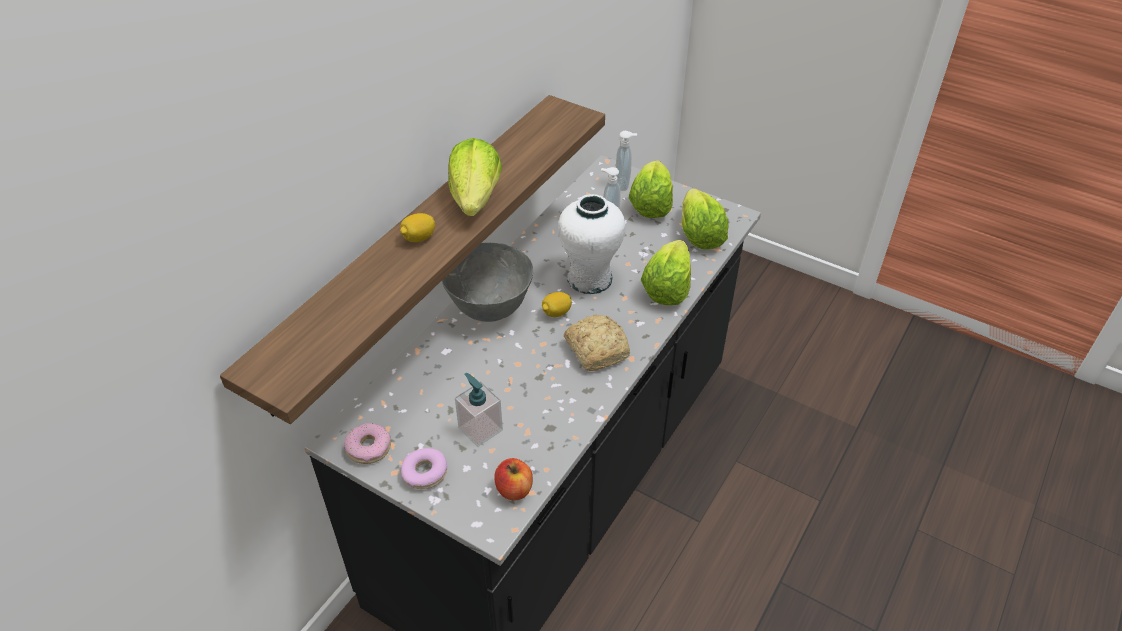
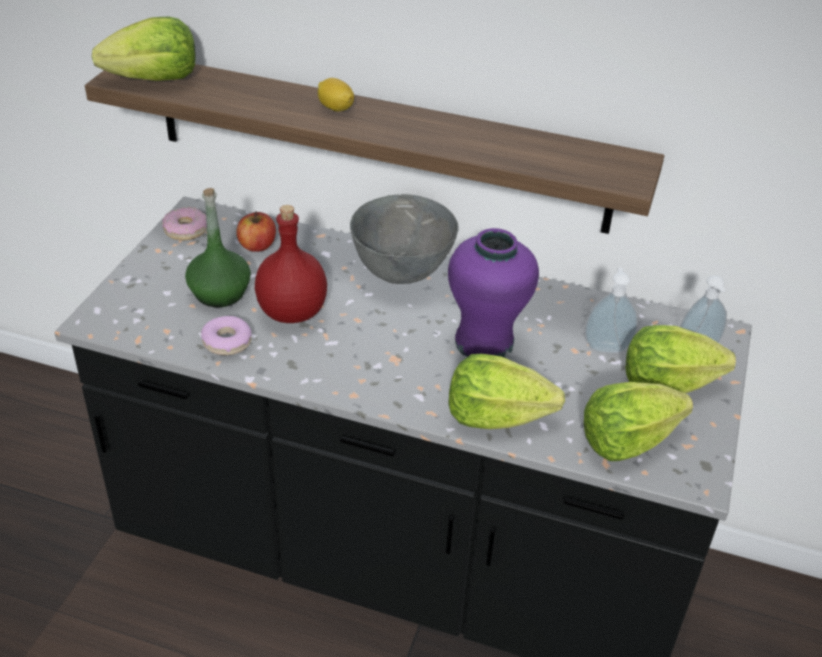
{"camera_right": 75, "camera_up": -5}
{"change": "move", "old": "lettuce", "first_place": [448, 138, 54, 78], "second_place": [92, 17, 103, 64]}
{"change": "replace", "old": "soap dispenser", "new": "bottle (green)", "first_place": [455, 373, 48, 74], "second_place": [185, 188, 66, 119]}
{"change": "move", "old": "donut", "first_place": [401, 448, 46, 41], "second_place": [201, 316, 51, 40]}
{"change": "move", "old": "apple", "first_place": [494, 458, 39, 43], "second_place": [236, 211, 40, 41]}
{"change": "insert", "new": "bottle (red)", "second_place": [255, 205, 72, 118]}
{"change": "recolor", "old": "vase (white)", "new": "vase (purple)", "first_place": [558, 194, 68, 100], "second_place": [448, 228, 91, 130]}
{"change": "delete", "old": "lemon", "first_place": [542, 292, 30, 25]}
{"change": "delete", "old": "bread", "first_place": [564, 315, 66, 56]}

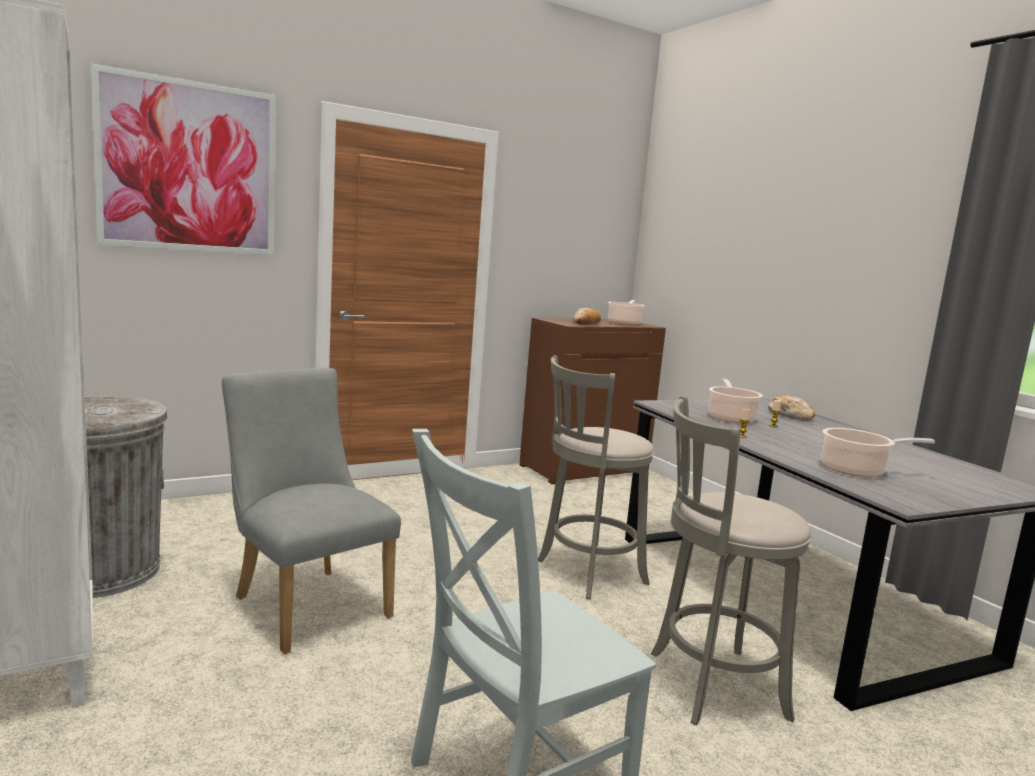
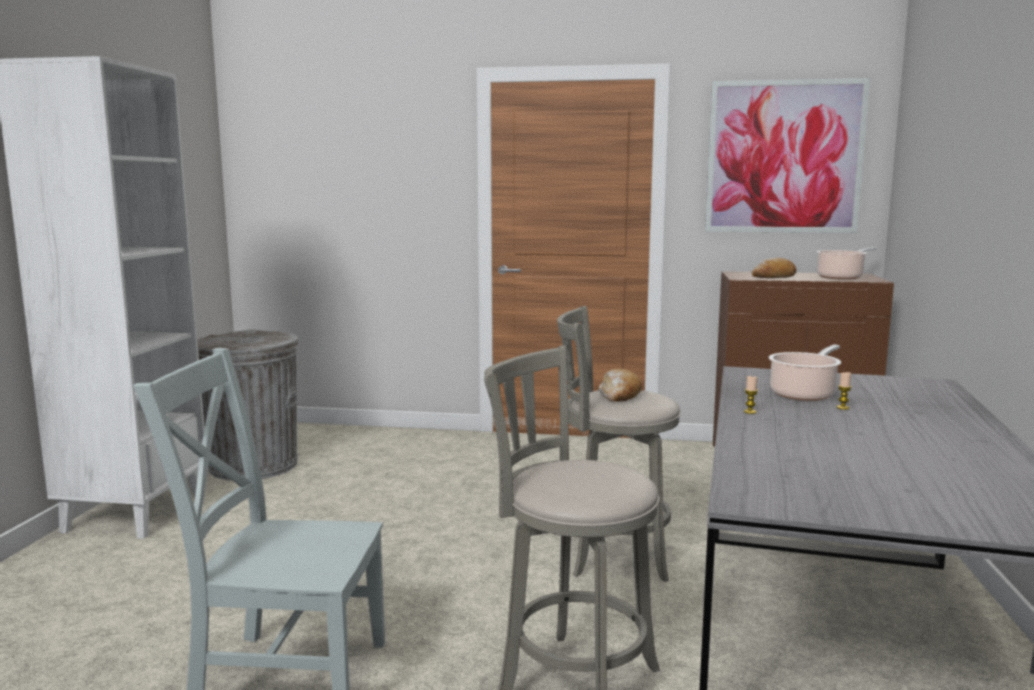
{"camera_right": 40, "camera_up": 0}
{"change": "move", "old": "bread", "first_place": [768, 395, 47, 26], "second_place": [598, 368, 44, 34]}
{"change": "move", "old": "picture", "first_place": [90, 63, 186, 192], "second_place": [705, 78, 165, 155]}
{"change": "delete", "old": "chair (grey)", "first_place": [222, 368, 179, 286]}
{"change": "delete", "old": "cooking pot", "first_place": [821, 428, 114, 49]}

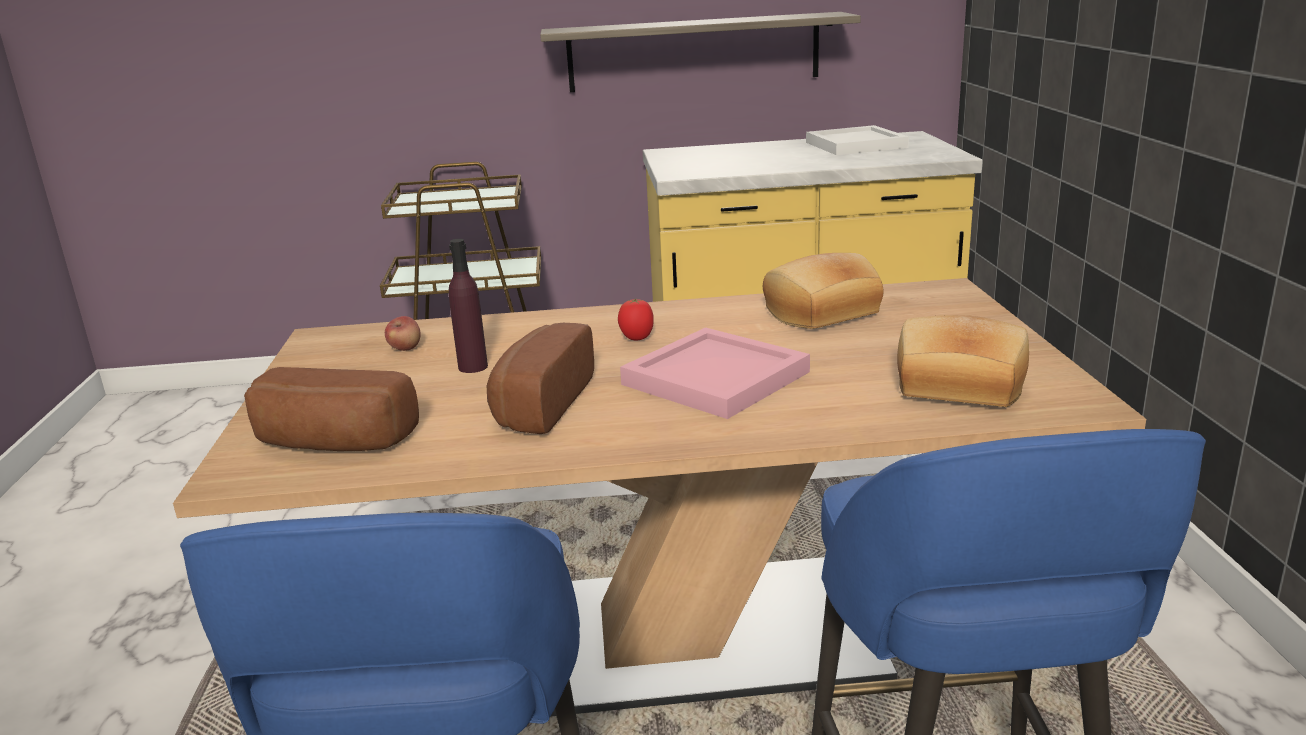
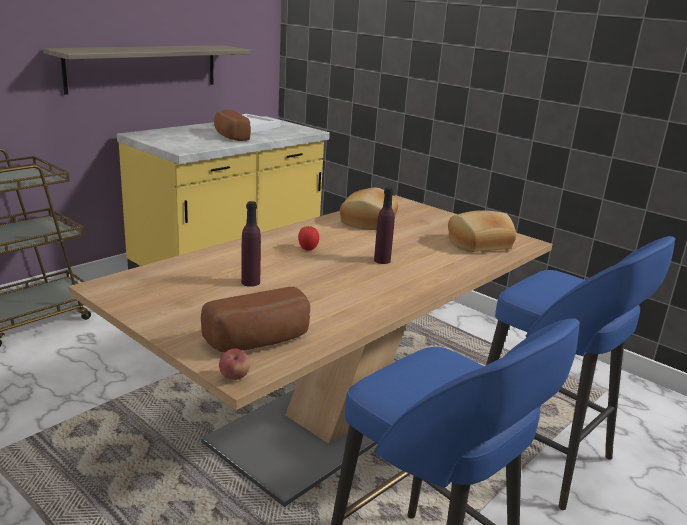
{"camera_right": -45, "camera_up": 0}
{"change": "move", "old": "bread", "first_place": [487, 323, 107, 111], "second_place": [214, 110, 37, 31]}
{"change": "move", "old": "apple", "first_place": [385, 316, 36, 35], "second_place": [219, 349, 31, 31]}
{"change": "replace", "old": "tray (pink)", "new": "bottle (purple)", "first_place": [620, 327, 190, 92], "second_place": [374, 187, 21, 77]}

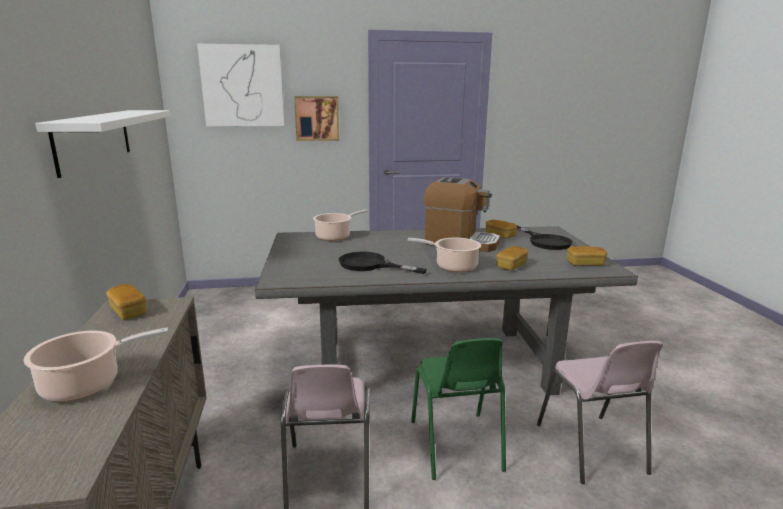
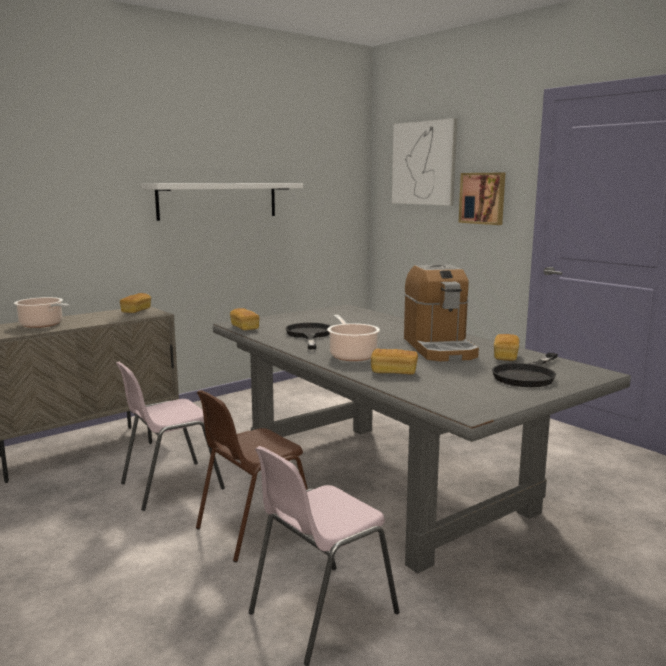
{"camera_right": 60, "camera_up": -5}
{"change": "recolor", "old": "chair (green)", "new": "chair (brown)", "first_place": [411, 338, 95, 142], "second_place": [196, 390, 112, 172]}
{"change": "move", "old": "bread", "first_place": [567, 246, 40, 20], "second_place": [230, 308, 29, 22]}
{"change": "delete", "old": "cooking pot", "first_place": [313, 210, 55, 31]}

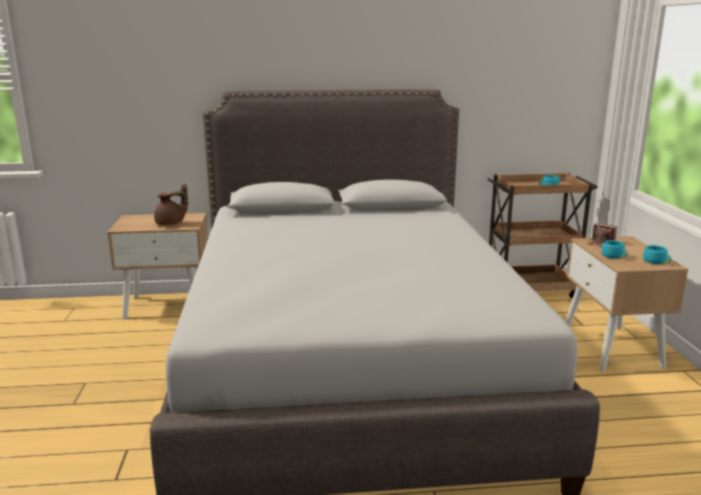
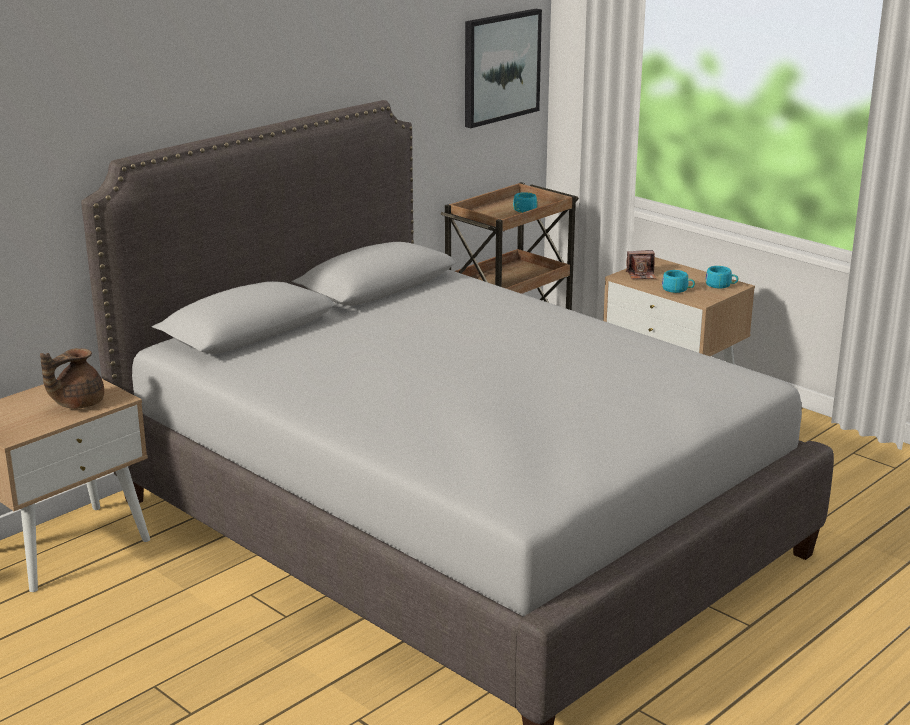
{"camera_right": -40, "camera_up": 5}
{"change": "rotate", "old": "teapot (brown)", "first_place": [154, 184, 34, 41], "second_place": [40, 348, 64, 61], "degrees": -150}
{"change": "insert", "new": "picture", "second_place": [465, 9, 77, 119]}

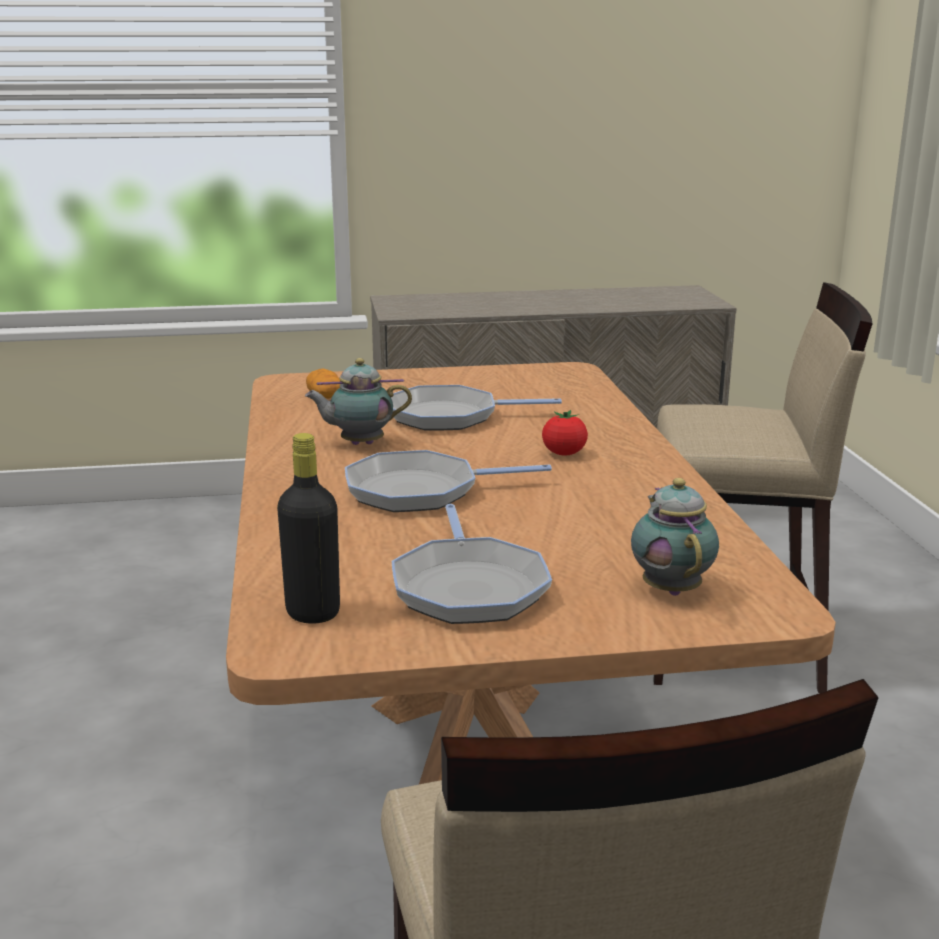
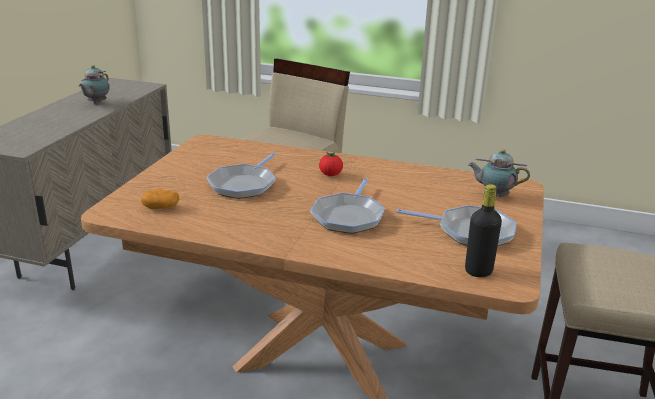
{"camera_right": -65, "camera_up": 5}
{"change": "move", "old": "teapot", "first_place": [305, 358, 107, 87], "second_place": [79, 65, 30, 39]}

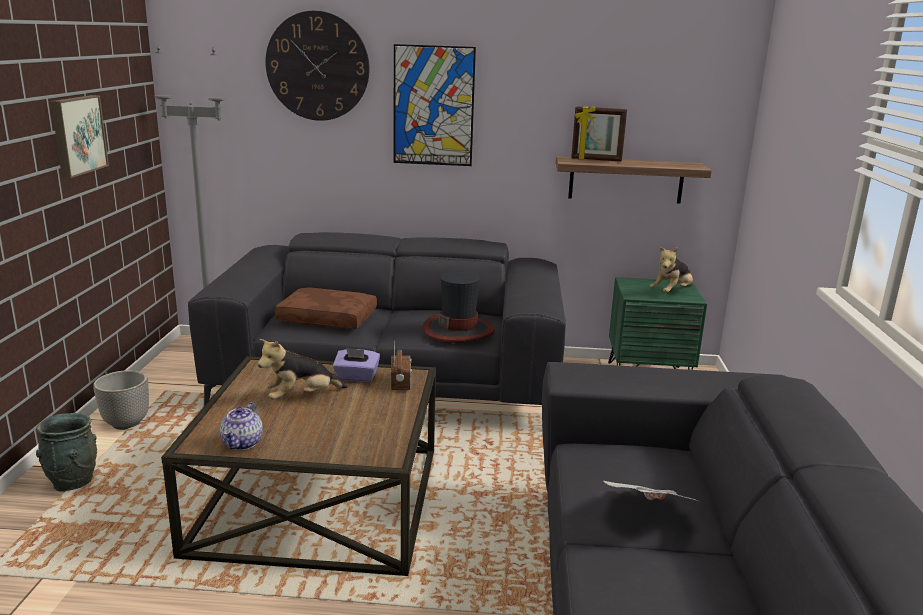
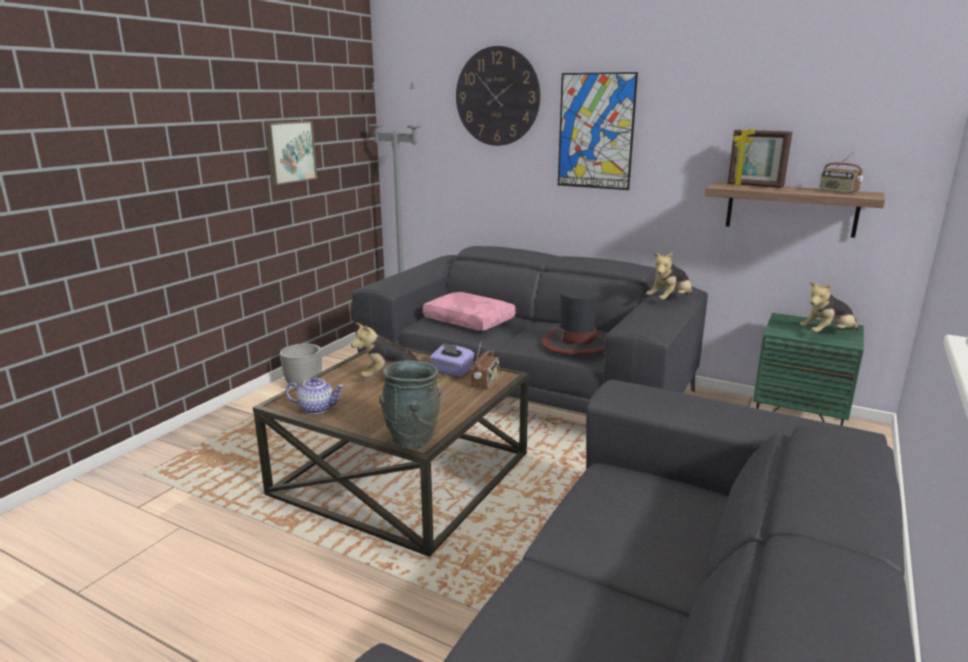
{"camera_right": 25, "camera_up": 0}
{"change": "rotate", "old": "teapot", "first_place": [220, 402, 43, 48], "second_place": [286, 377, 58, 37], "degrees": -120}
{"change": "move", "old": "vase (grey)", "first_place": [36, 413, 61, 79], "second_place": [379, 360, 62, 88]}
{"change": "recolor", "old": "pillow (brown)", "new": "pillow (pink)", "first_place": [275, 287, 102, 42], "second_place": [423, 292, 93, 39]}
{"change": "insert", "new": "plush toy", "second_place": [646, 252, 46, 48]}
{"change": "insert", "new": "radio", "second_place": [819, 152, 44, 42]}
{"change": "delete", "old": "newspaper", "first_place": [603, 481, 97, 21]}

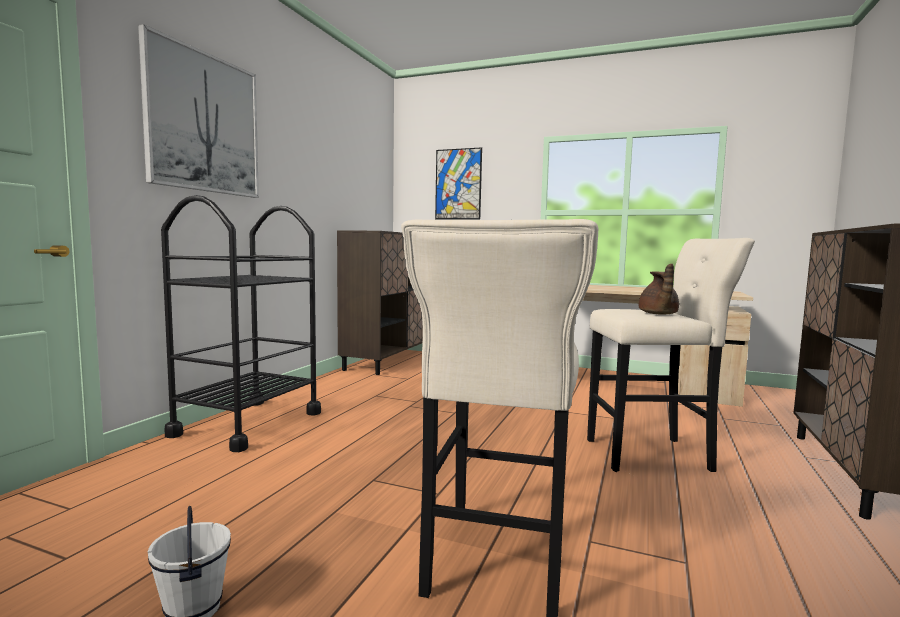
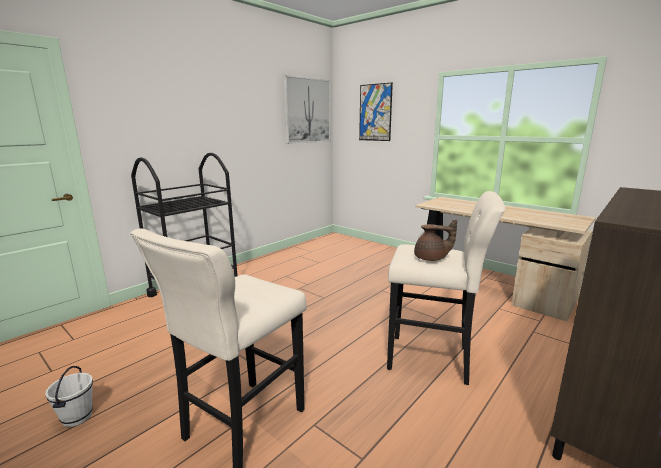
{"camera_right": 20, "camera_up": 10}
{"change": "move", "old": "picture", "first_place": [138, 24, 121, 174], "second_place": [283, 75, 47, 69]}
{"change": "rotate", "old": "teapot (brown)", "first_place": [639, 264, 40, 50], "second_place": [414, 219, 43, 42], "degrees": -105}
{"change": "delete", "old": "cabinet (brown)", "first_place": [337, 230, 86, 145]}

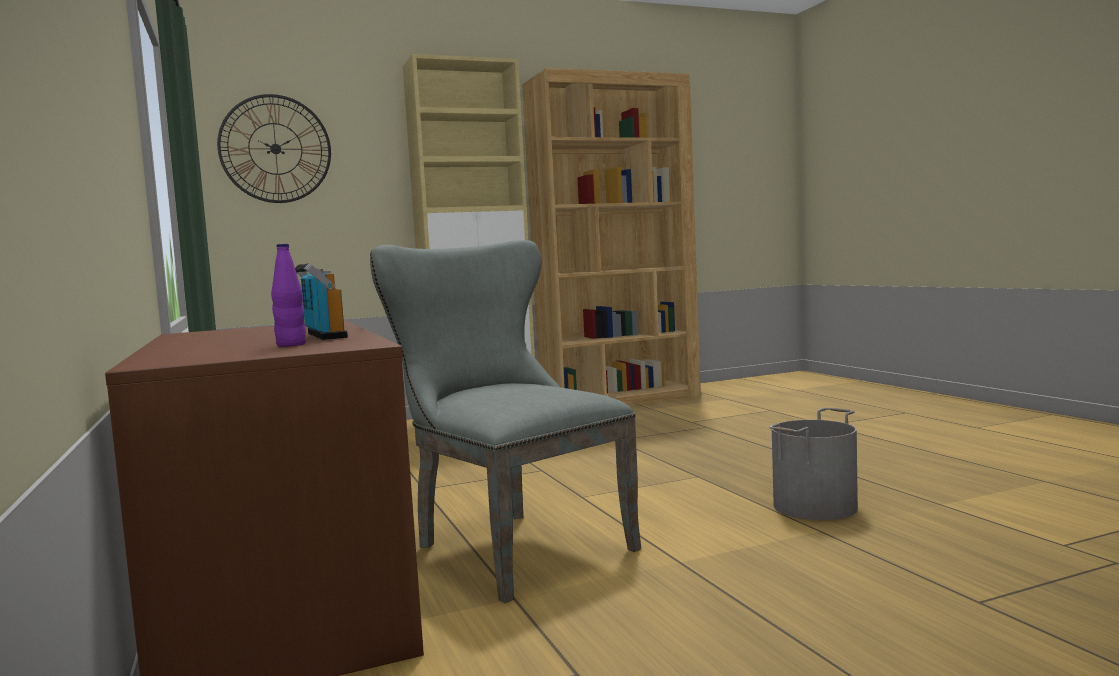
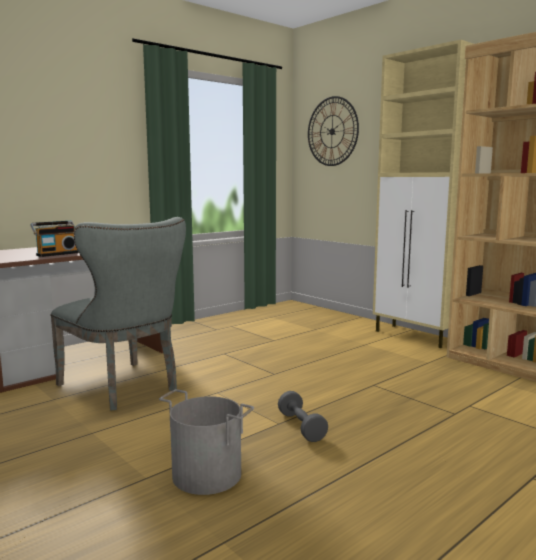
{"camera_right": 70, "camera_up": 5}
{"change": "rotate", "old": "chair (grey)", "first_place": [370, 240, 271, 363], "second_place": [51, 217, 135, 194], "degrees": 105}
{"change": "insert", "new": "dumbbell (grey)", "second_place": [278, 391, 50, 51]}
{"change": "delete", "old": "bottle (purple)", "first_place": [271, 244, 35, 103]}

